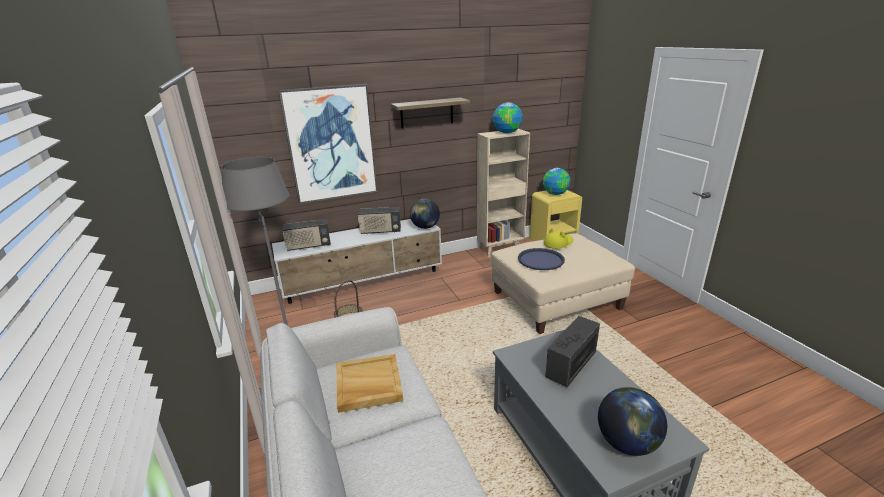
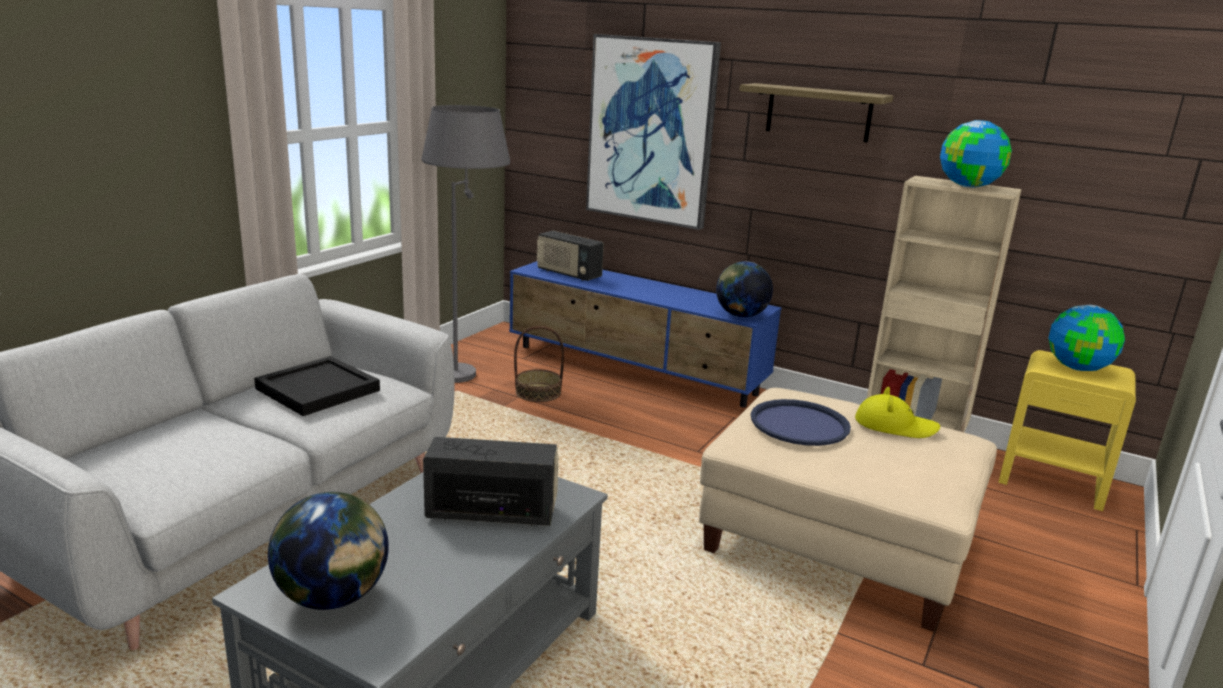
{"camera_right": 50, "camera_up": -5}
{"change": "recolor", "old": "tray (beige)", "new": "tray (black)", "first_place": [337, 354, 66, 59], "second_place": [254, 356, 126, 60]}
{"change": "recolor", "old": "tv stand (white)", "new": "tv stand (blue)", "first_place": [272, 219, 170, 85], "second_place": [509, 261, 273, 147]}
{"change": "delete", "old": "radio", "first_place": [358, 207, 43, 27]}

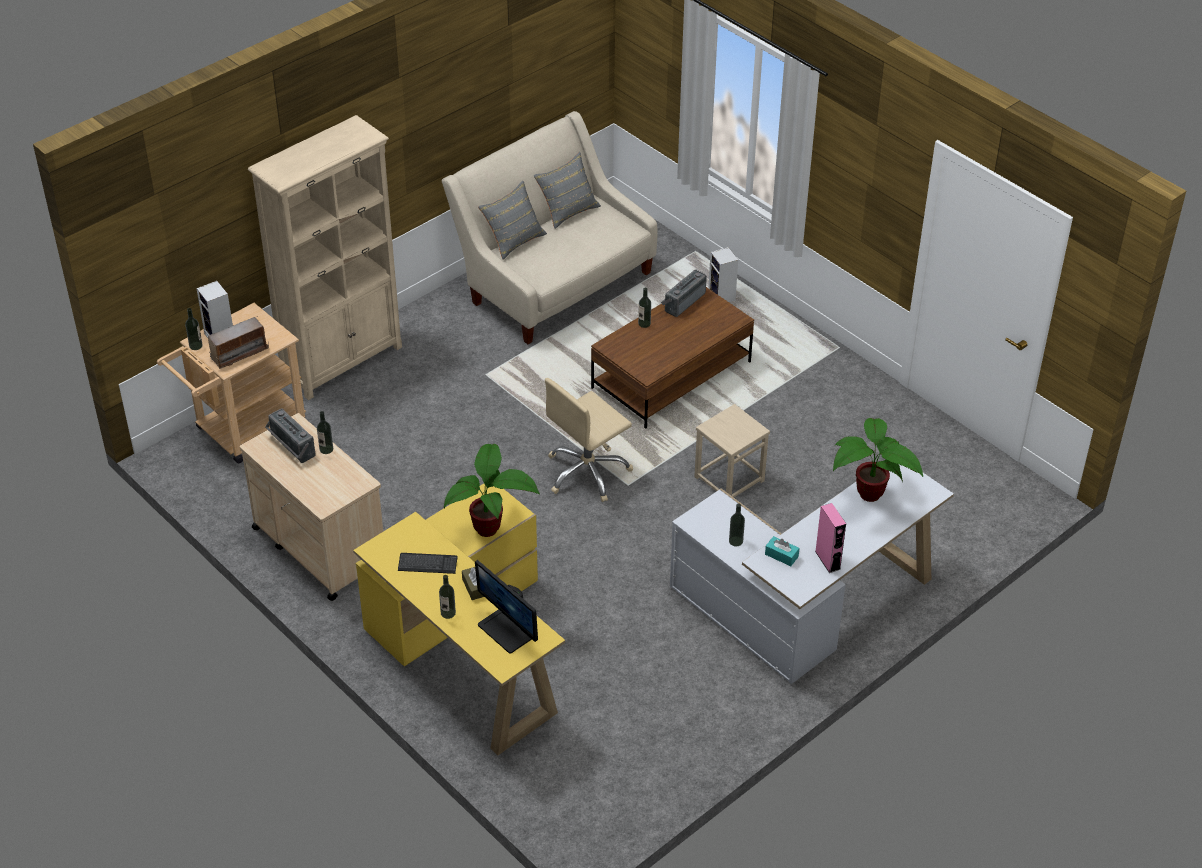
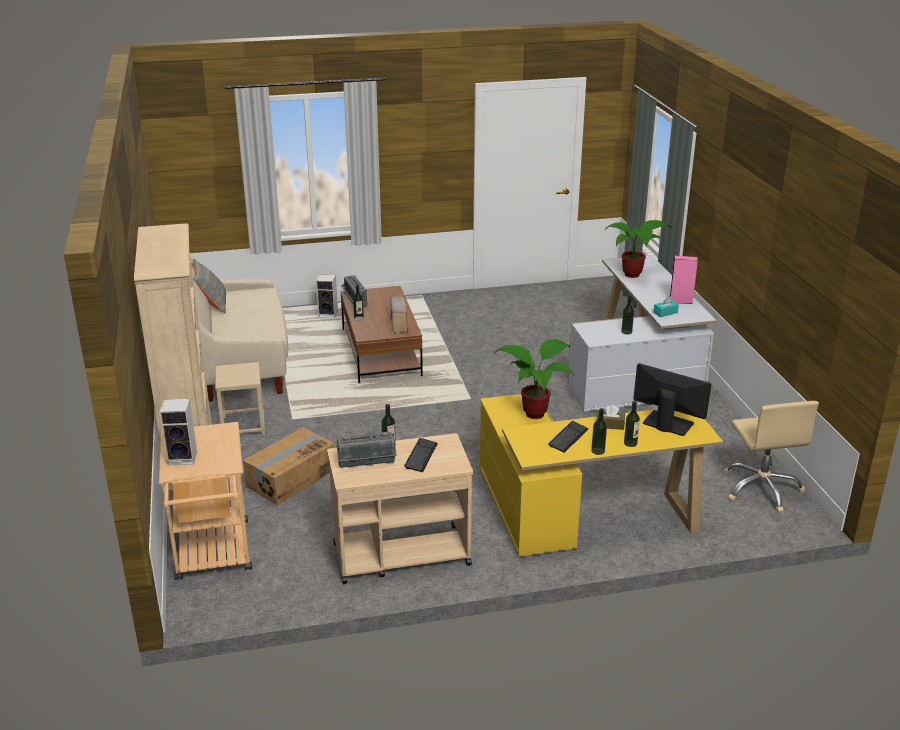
{"camera_right": -60, "camera_up": -15}
{"change": "move", "old": "stool (beige)", "first_place": [694, 404, 76, 93], "second_place": [215, 362, 50, 72]}
{"change": "insert", "new": "cardboard box", "second_place": [243, 428, 92, 77]}
{"change": "move", "old": "radio", "first_place": [208, 316, 61, 53], "second_place": [389, 295, 20, 39]}
{"change": "insert", "new": "keyboard", "second_place": [404, 438, 34, 35]}
{"change": "move", "old": "bottle", "first_place": [185, 308, 17, 42], "second_place": [591, 408, 16, 47]}
{"change": "rotate", "old": "monitor", "first_place": [475, 560, 63, 94], "second_place": [633, 363, 79, 73], "degrees": -135}
{"change": "move", "old": "office chair (beige)", "first_place": [545, 378, 88, 124], "second_place": [724, 401, 95, 111]}
{"change": "delete", "old": "pillow (grey)", "first_place": [478, 181, 69, 78]}

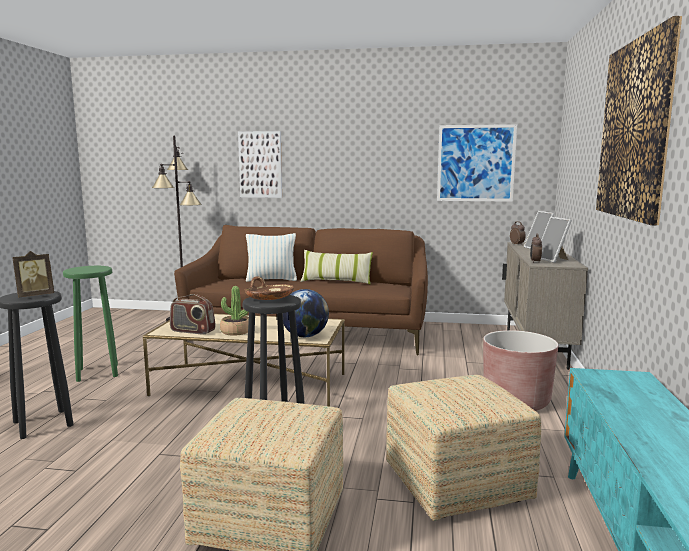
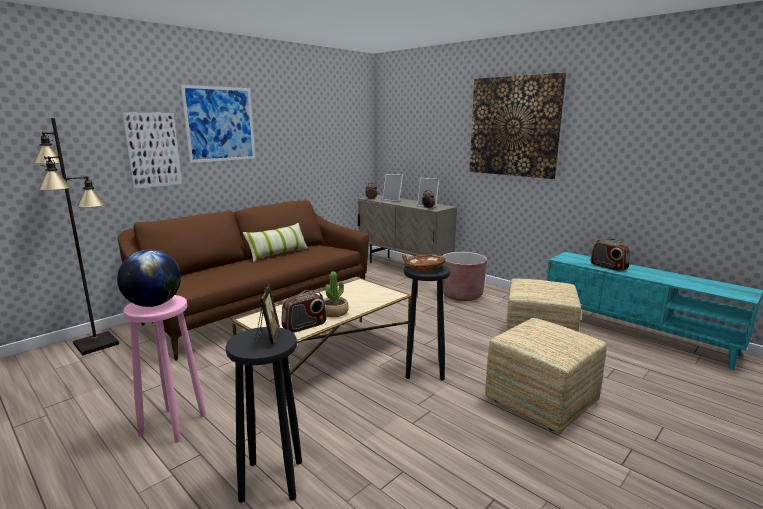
{"camera_right": -55, "camera_up": 5}
{"change": "move", "old": "globe", "first_place": [283, 289, 46, 48], "second_place": [117, 250, 64, 57]}
{"change": "recolor", "old": "stool (green)", "new": "stool (pink)", "first_place": [63, 266, 55, 116], "second_place": [123, 295, 83, 148]}
{"change": "move", "old": "picture", "first_place": [437, 124, 80, 78], "second_place": [181, 85, 74, 78]}
{"change": "insert", "new": "radio", "second_place": [591, 239, 39, 32]}
{"change": "delete", "old": "pillow", "first_place": [246, 233, 51, 49]}

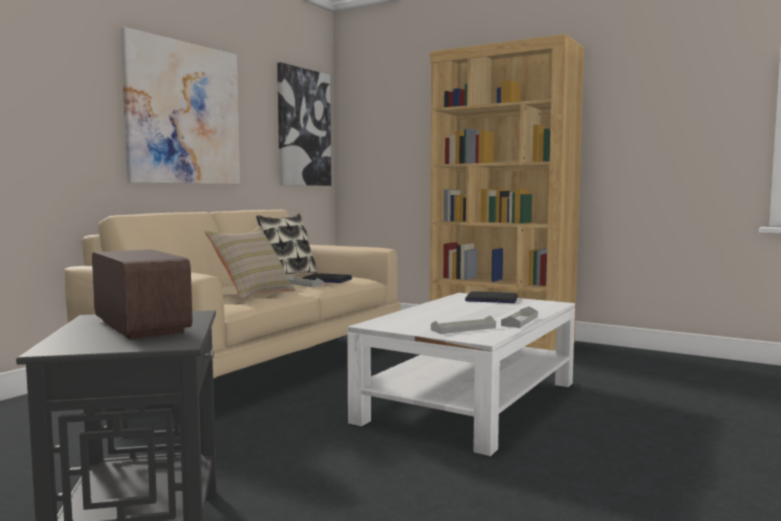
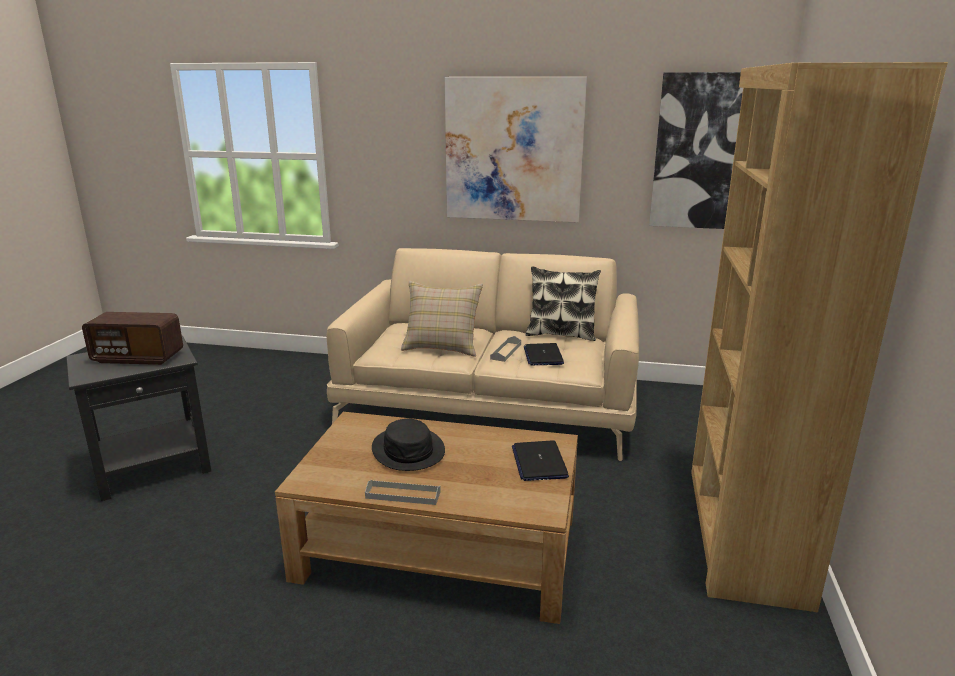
{"camera_right": 70, "camera_up": 15}
{"change": "rotate", "old": "radio", "first_place": [92, 249, 101, 91], "second_place": [82, 312, 101, 53], "degrees": 60}
{"change": "recolor", "old": "coffee table (white)", "new": "coffee table (brown)", "first_place": [347, 293, 228, 163], "second_place": [275, 412, 303, 212]}
{"change": "insert", "new": "hat (black)", "second_place": [372, 419, 73, 52]}
{"change": "delete", "old": "tray (grey)", "first_place": [431, 315, 65, 19]}

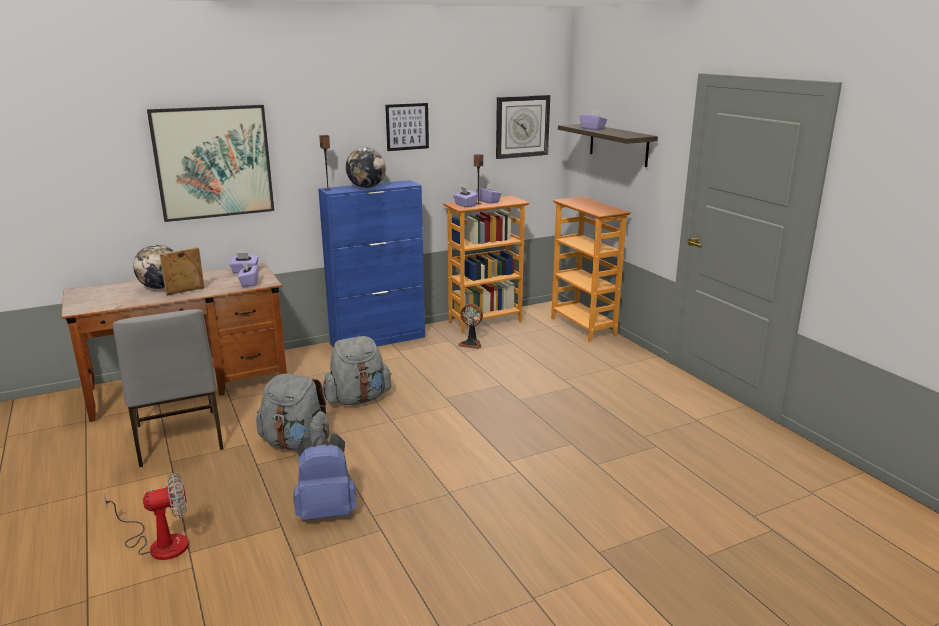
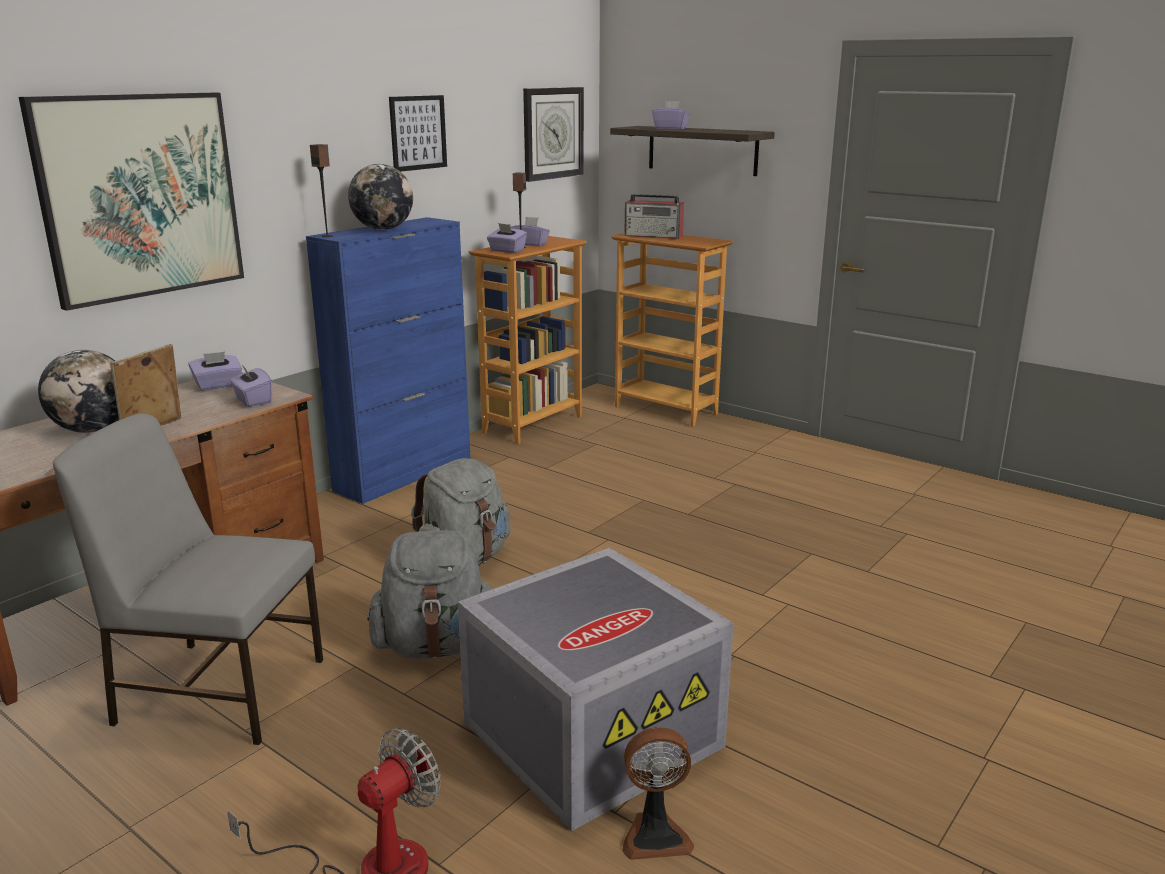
{"camera_right": -25, "camera_up": 0}
{"change": "rotate", "old": "chair (grey)", "first_place": [113, 309, 110, 158], "second_place": [53, 414, 270, 331], "degrees": 150}
{"change": "replace", "old": "backpack (blue)", "new": "storage box (grey)", "first_place": [293, 433, 63, 88], "second_place": [458, 547, 276, 284]}
{"change": "move", "old": "fan", "first_place": [458, 303, 25, 46], "second_place": [622, 727, 72, 133]}
{"change": "insert", "new": "radio", "second_place": [624, 194, 60, 45]}

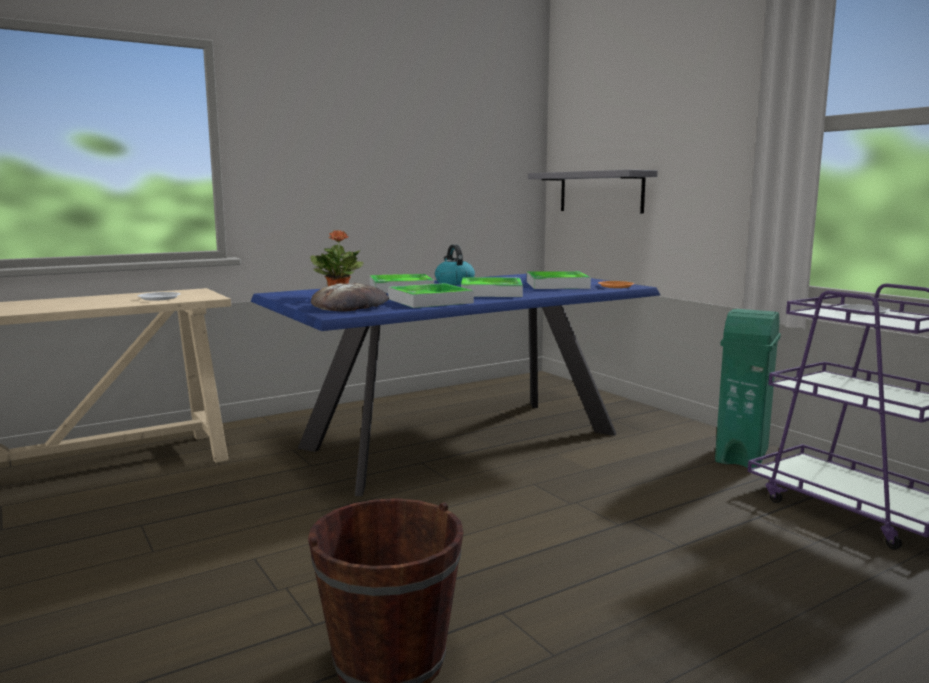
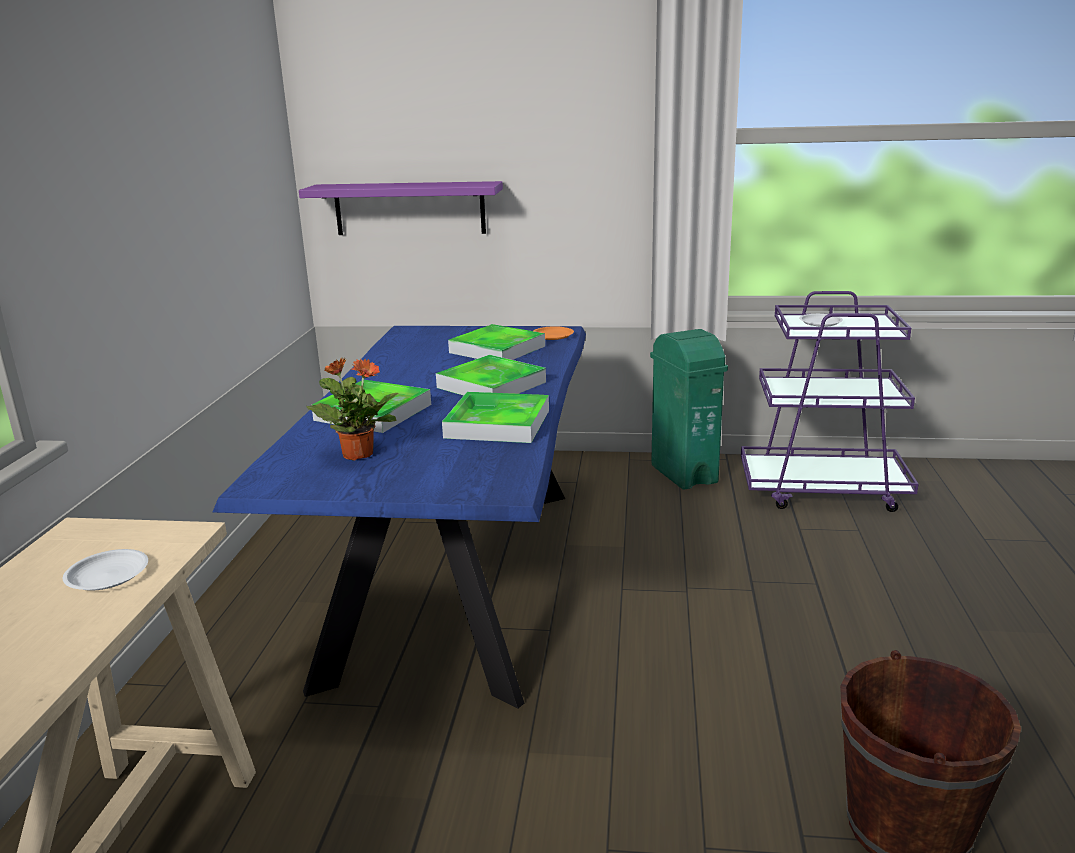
{"camera_right": -50, "camera_up": 10}
{"change": "recolor", "old": "shelf (grey)", "new": "shelf (purple)", "first_place": [528, 170, 130, 44], "second_place": [299, 181, 204, 54]}
{"change": "delete", "old": "bread", "first_place": [311, 283, 78, 29]}
{"change": "delete", "old": "kettle", "first_place": [435, 245, 40, 40]}

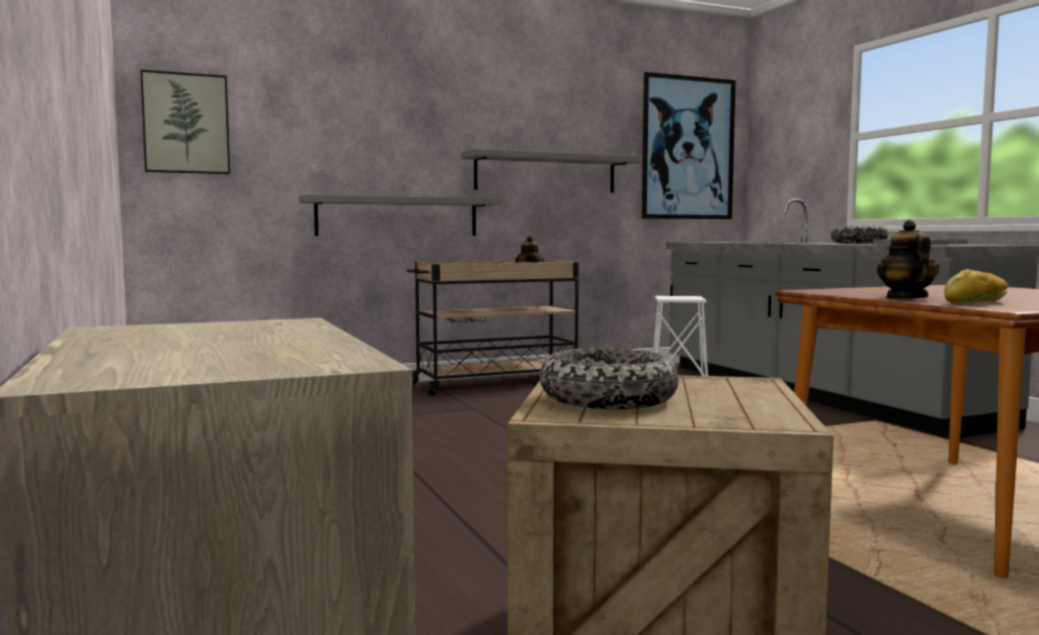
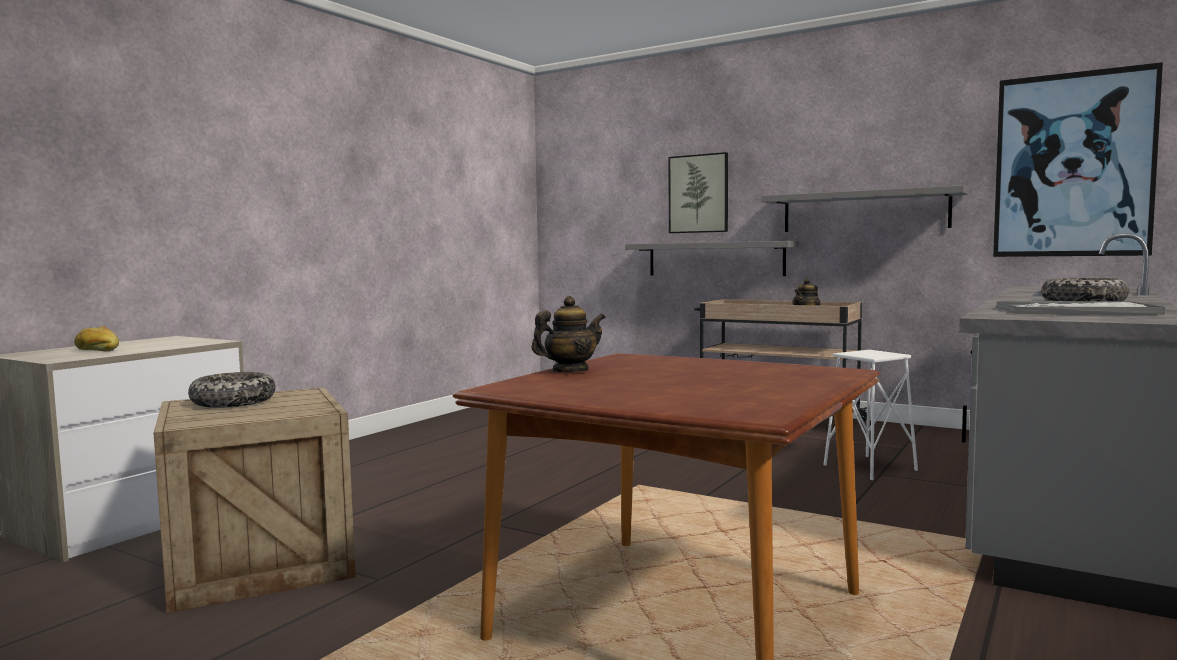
{"camera_right": 55, "camera_up": 0}
{"change": "move", "old": "bread", "first_place": [944, 269, 65, 35], "second_place": [74, 326, 45, 26]}
{"change": "move", "old": "picture", "first_place": [140, 70, 90, 104], "second_place": [668, 152, 60, 81]}

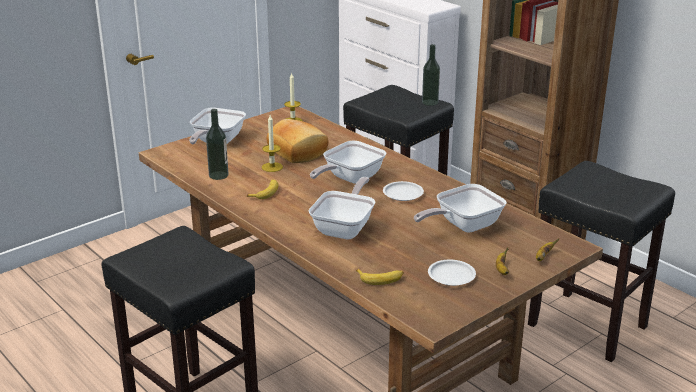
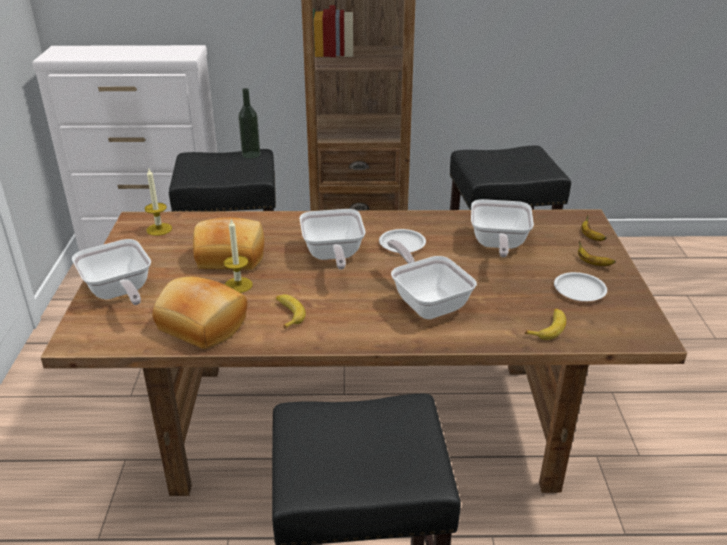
{"camera_right": -50, "camera_up": 5}
{"change": "replace", "old": "bottle", "new": "bread", "first_place": [206, 109, 22, 71], "second_place": [152, 277, 95, 72]}

